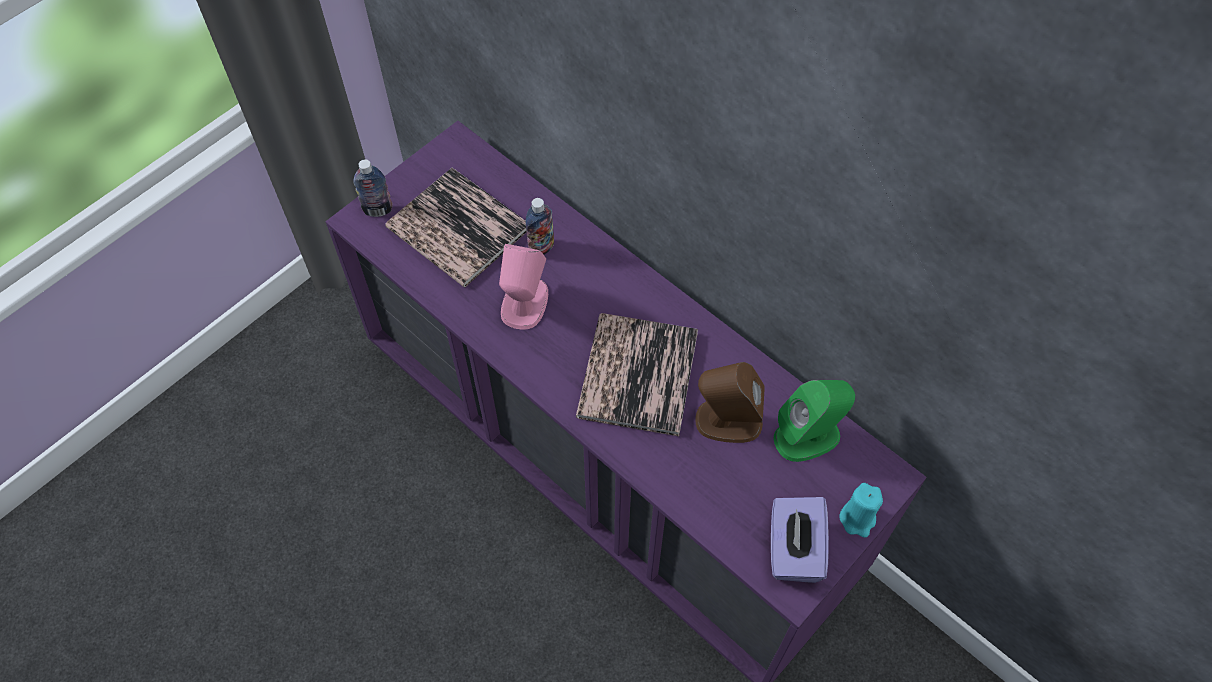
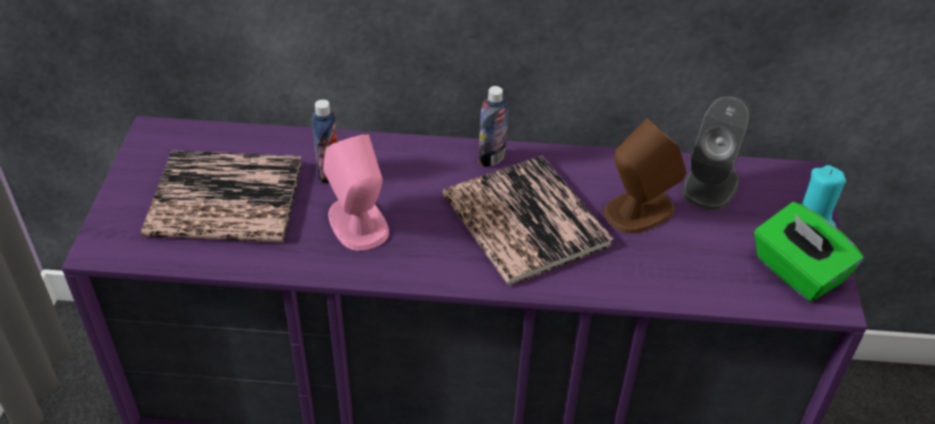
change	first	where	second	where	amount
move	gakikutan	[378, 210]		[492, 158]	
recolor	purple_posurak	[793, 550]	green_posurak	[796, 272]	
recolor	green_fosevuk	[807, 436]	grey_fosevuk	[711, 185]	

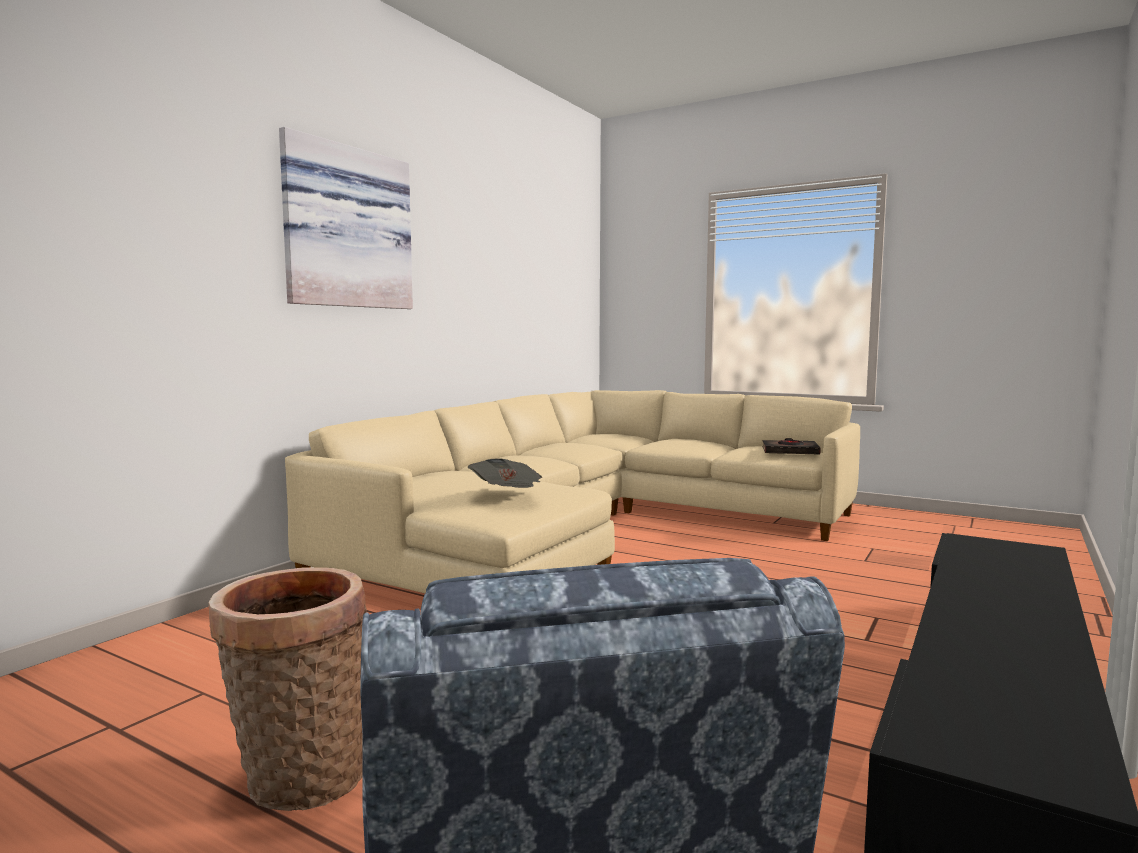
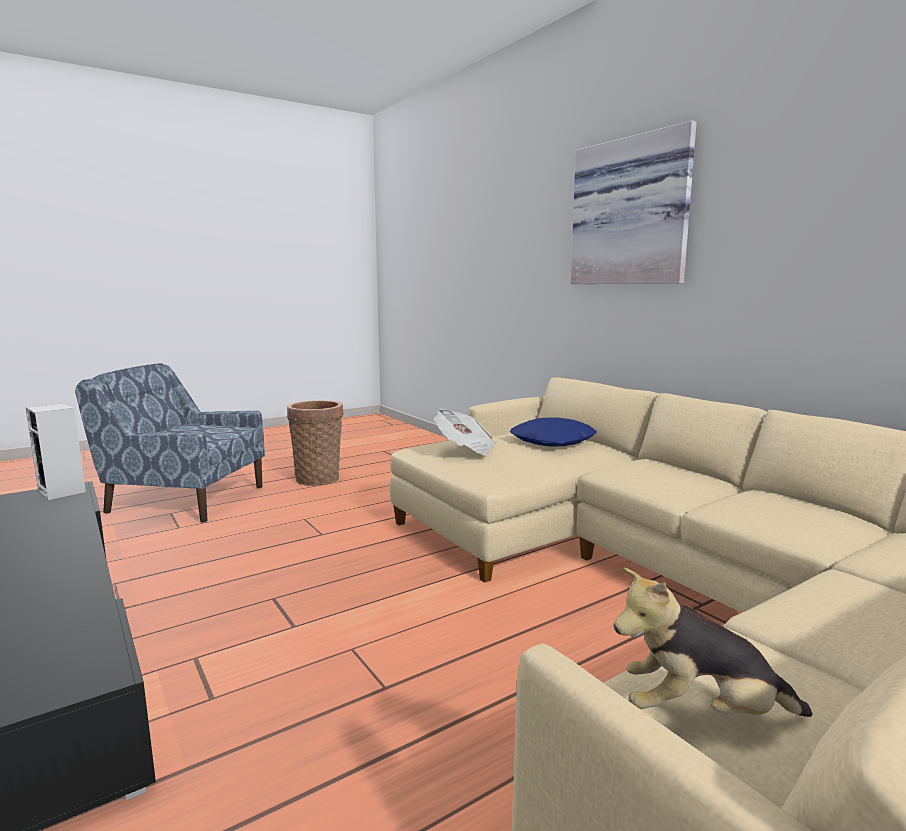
change	first	where	second	where	amount
replace	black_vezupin	[790, 452]	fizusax	[701, 713]	
insert			fosevuk	[63, 492]	
insert			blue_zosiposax	[553, 441]	

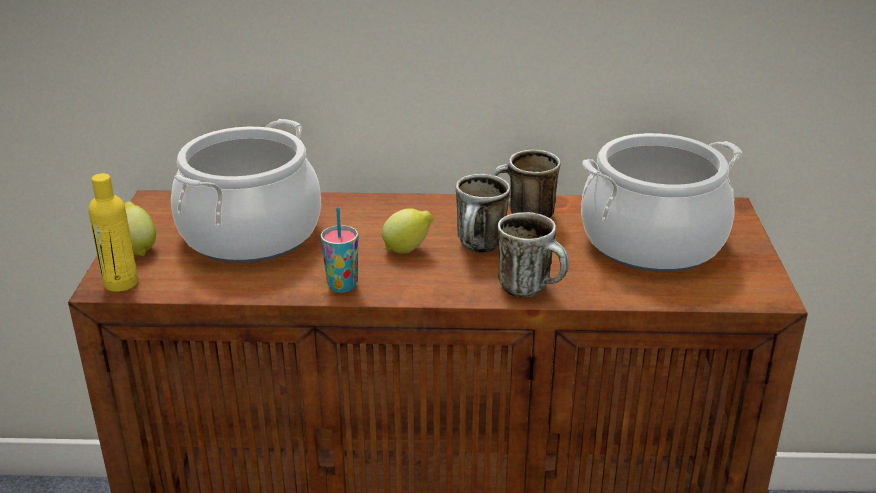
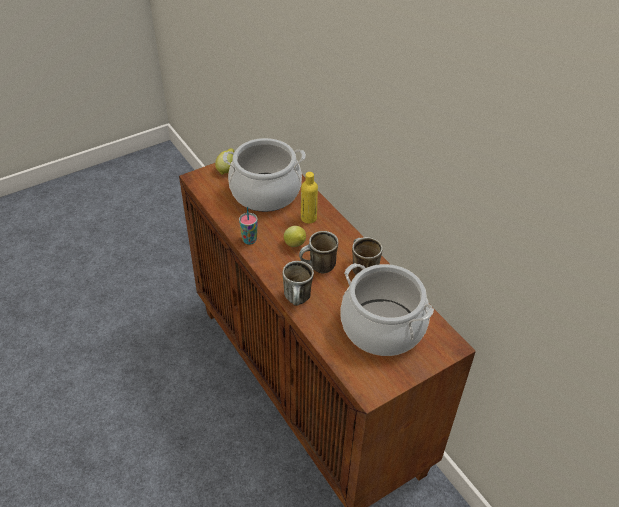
change	first	where	second	where	amount
move	yellow_gakikutan	[121, 283]		[308, 218]	

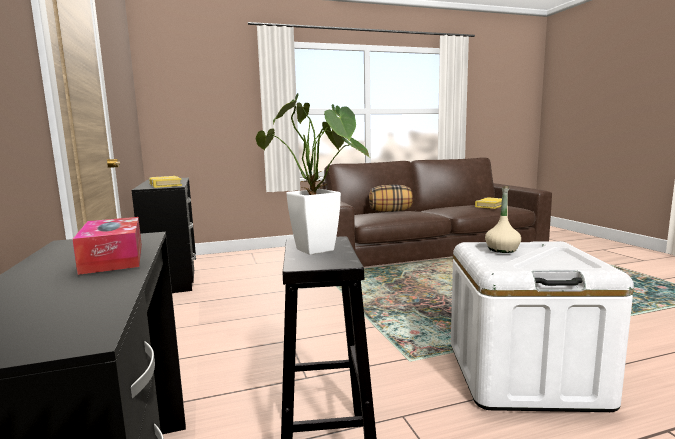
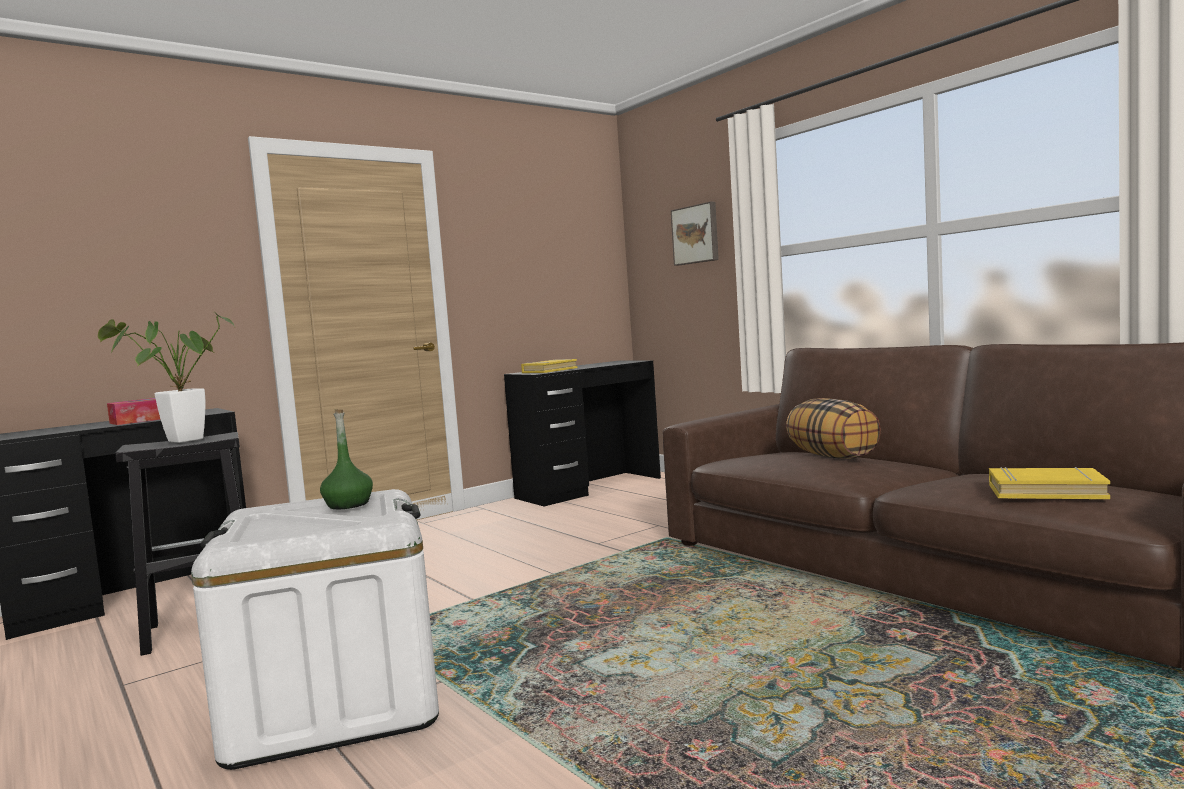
change	first	where	second	where	amount
recolor	beige_gakikutan	[502, 250]	green_gakikutan	[348, 504]	
insert			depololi	[696, 234]	

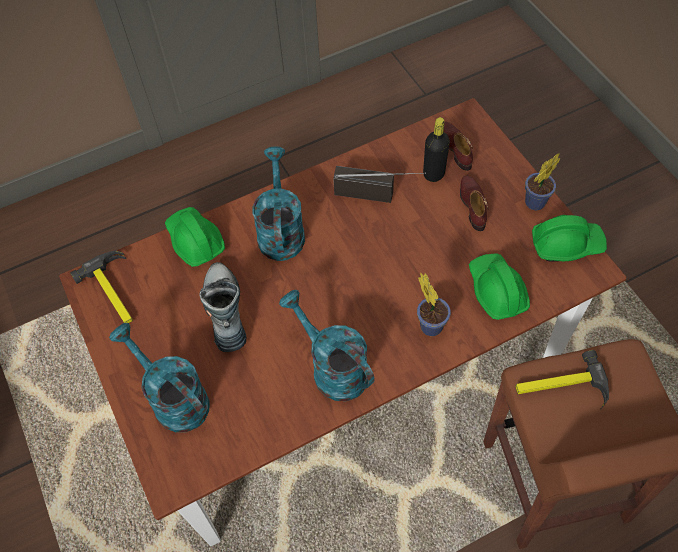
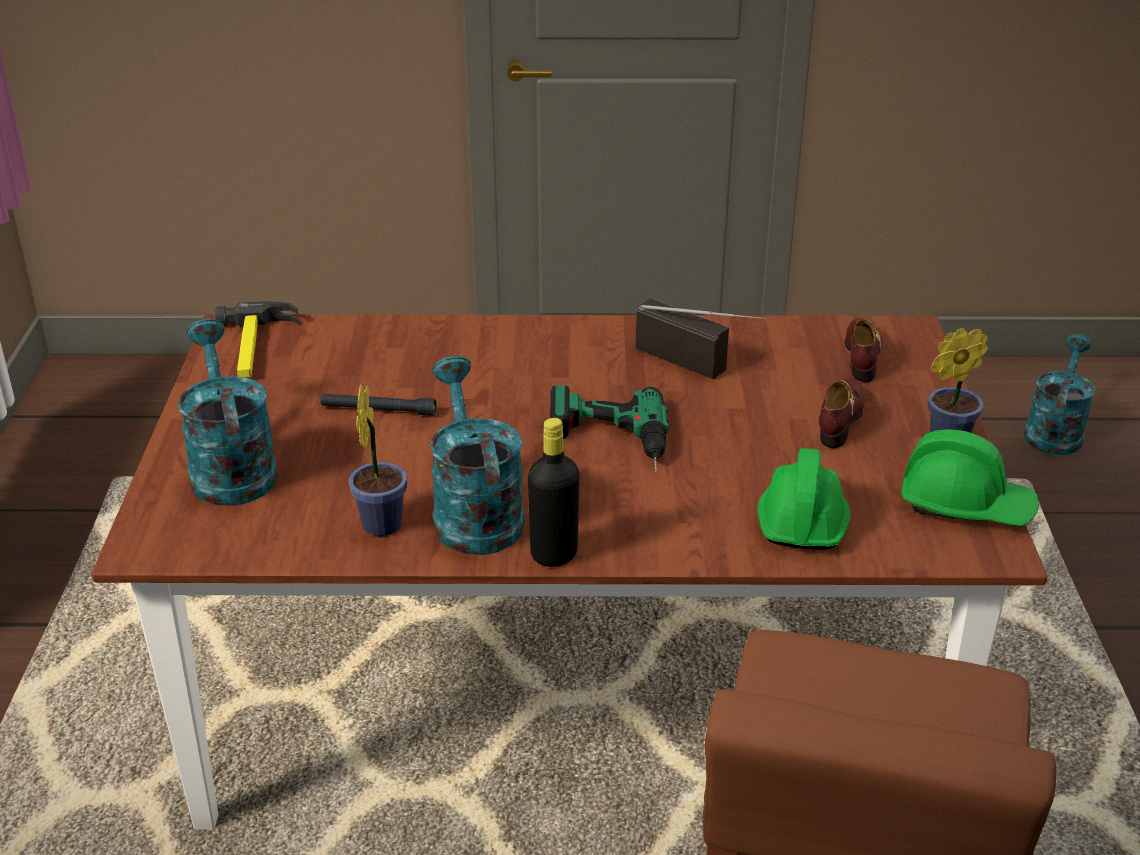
change	first	where	second	where	amount
delete	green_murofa	[195, 241]			
replace	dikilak	[225, 312]	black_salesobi	[378, 410]	
move	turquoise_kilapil	[280, 230]		[1054, 431]	
move	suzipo	[429, 324]		[383, 521]	
move	black_gakikutan	[433, 174]		[554, 554]	
delete	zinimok	[560, 388]			
insert			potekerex	[609, 443]	

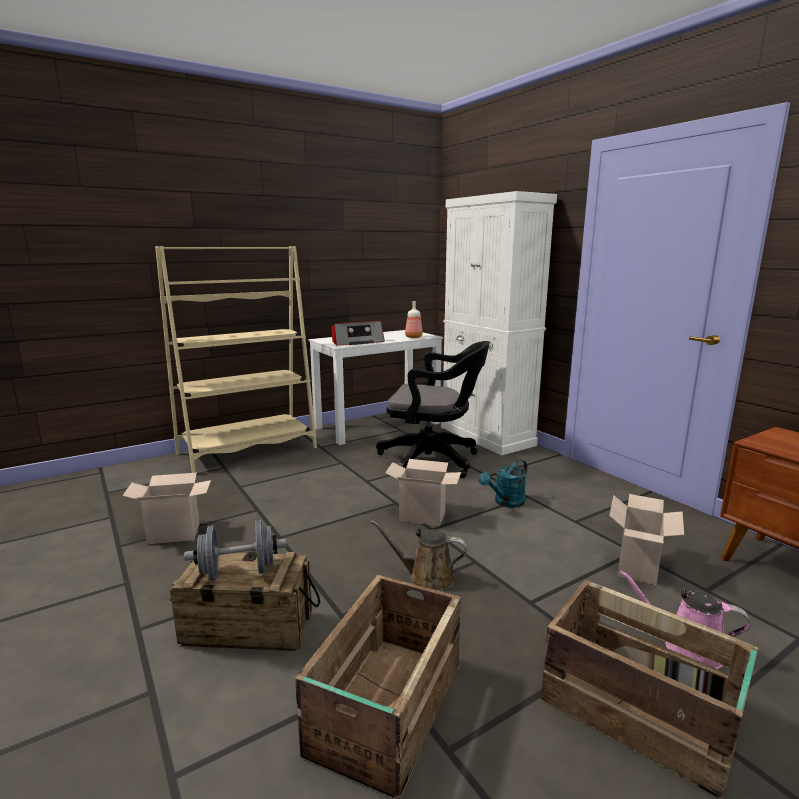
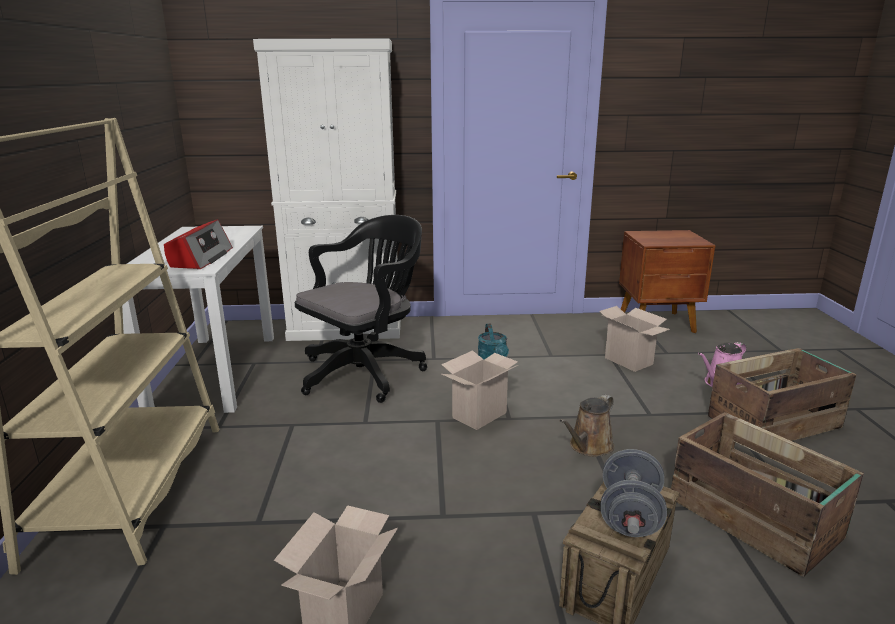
change	first	where	second	where	amount
delete	gakikutan	[413, 337]			

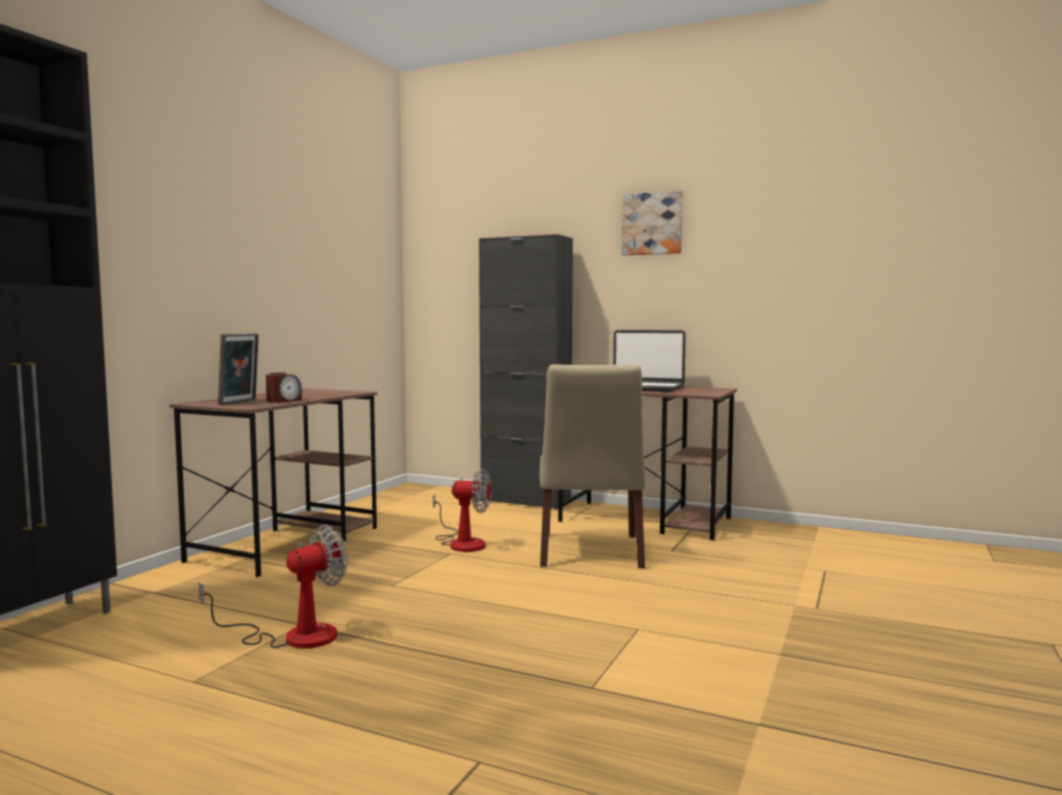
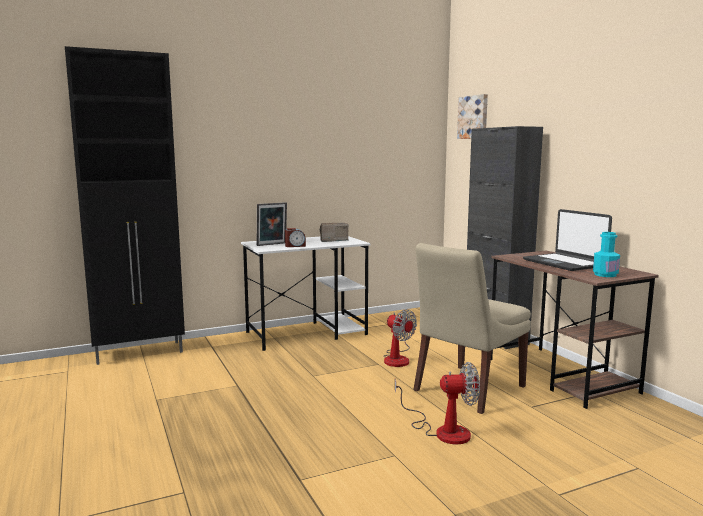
change	first	where	second	where	amount
recolor	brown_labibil	[287, 543]	white_labibil	[307, 333]	
move	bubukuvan	[293, 636]		[443, 430]	
move	depololi	[652, 224]		[473, 117]	
insert			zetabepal	[332, 240]	
insert			turquoise_gakikutan	[605, 275]	

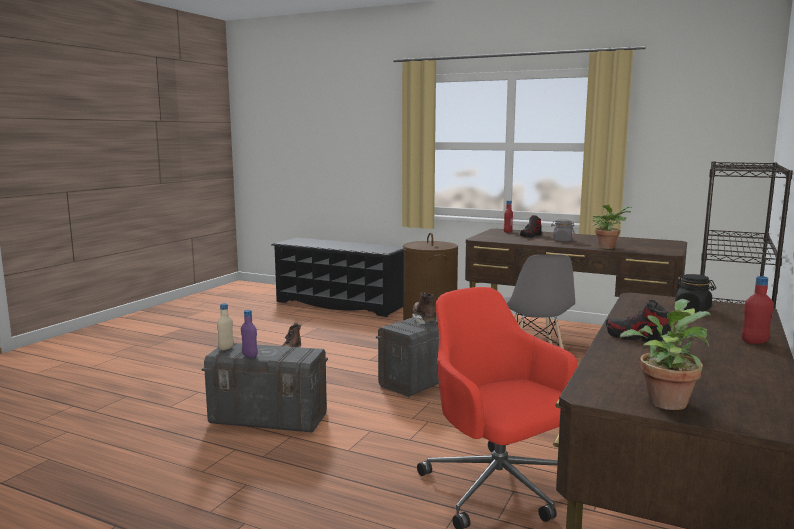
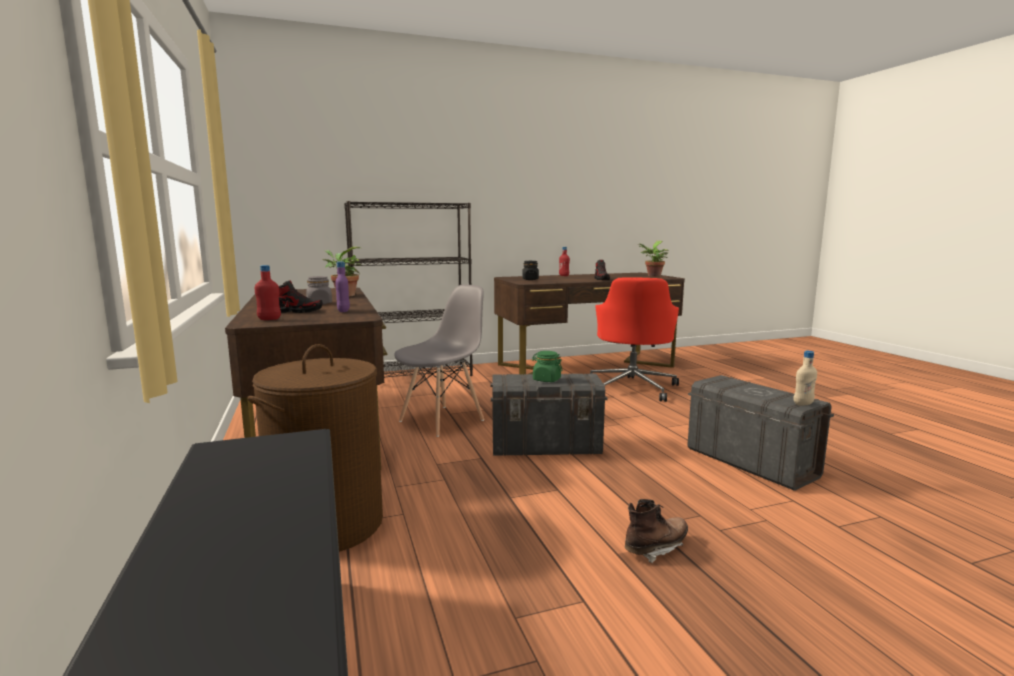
change	first	where	second	where	amount
move	purple_gakikutan	[249, 356]		[343, 311]	
replace	brown_dikilak	[424, 320]	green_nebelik	[546, 380]	

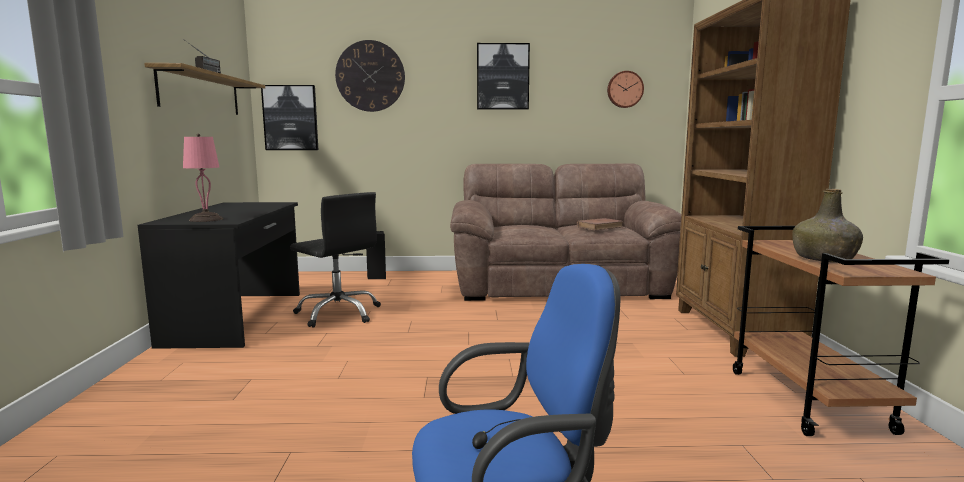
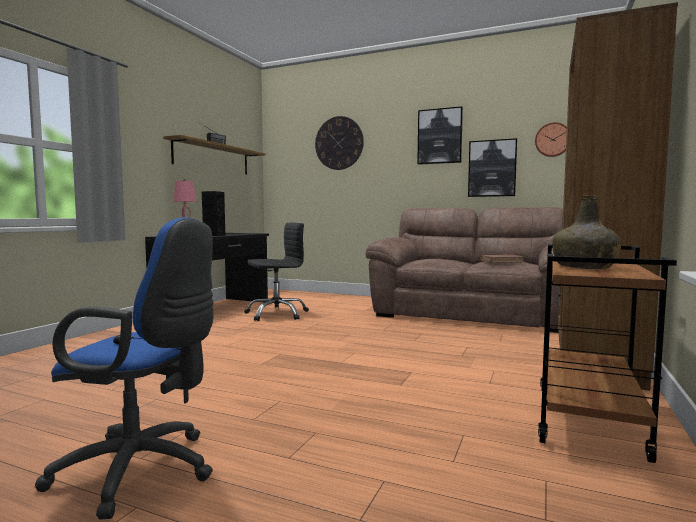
change	first	where	second	where	amount
move	depololi	[290, 118]		[492, 168]	
rotate	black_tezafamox	[338, 313]		[277, 314]	90 degrees counterclockwise
move	black_fosevuk	[376, 277]		[213, 235]	

